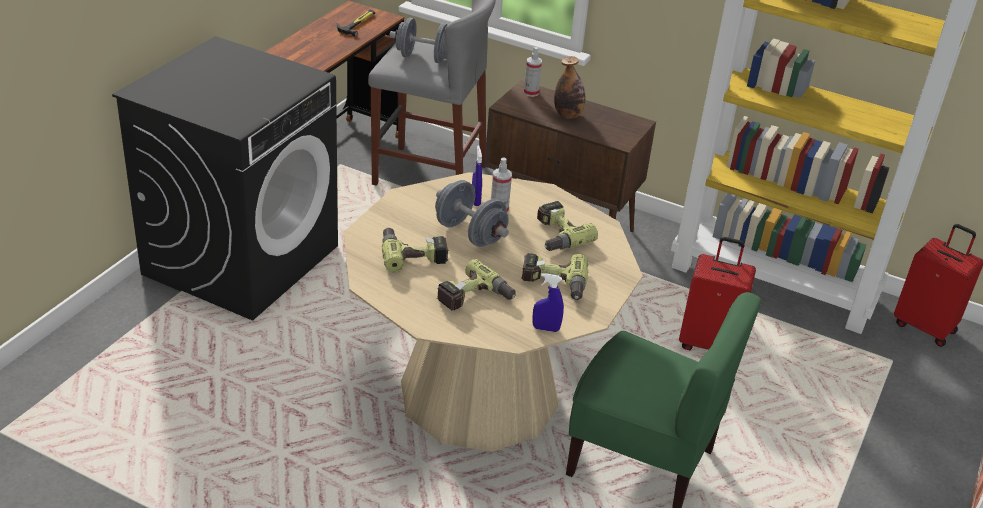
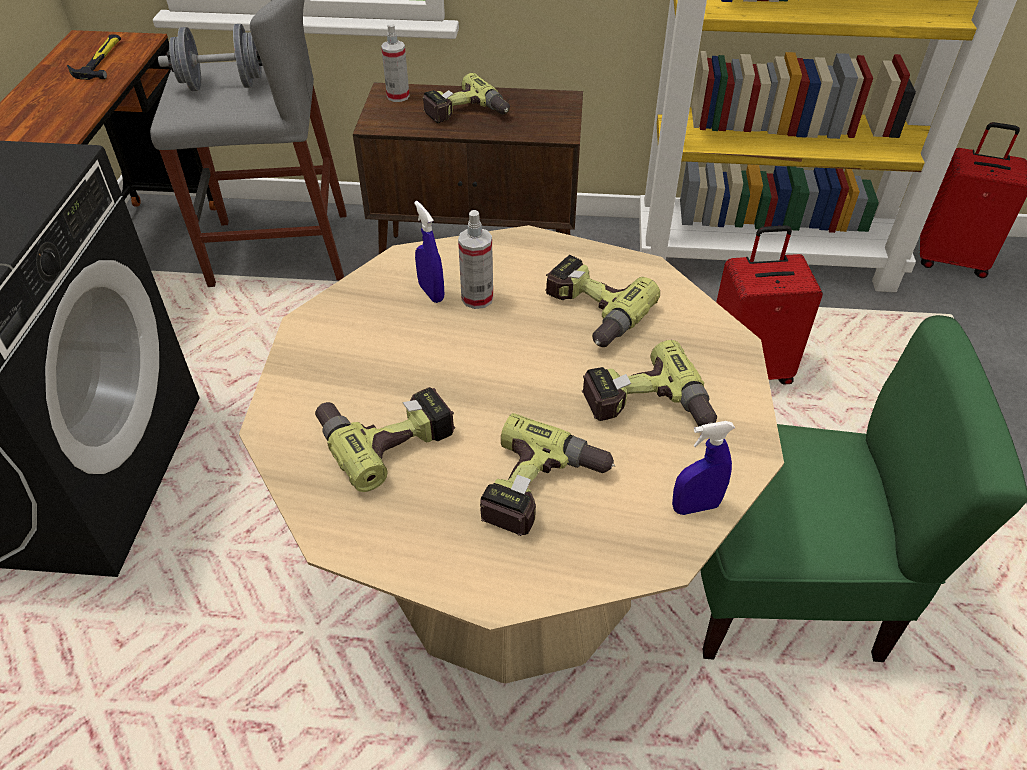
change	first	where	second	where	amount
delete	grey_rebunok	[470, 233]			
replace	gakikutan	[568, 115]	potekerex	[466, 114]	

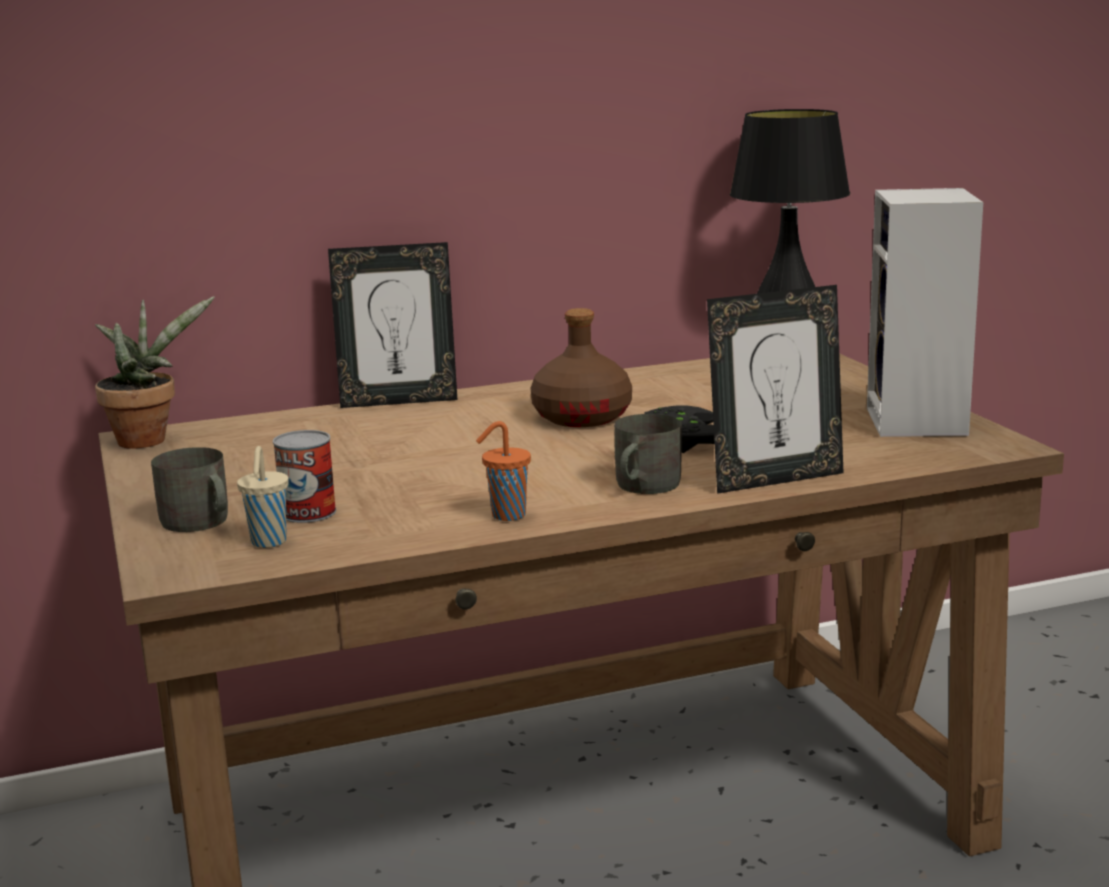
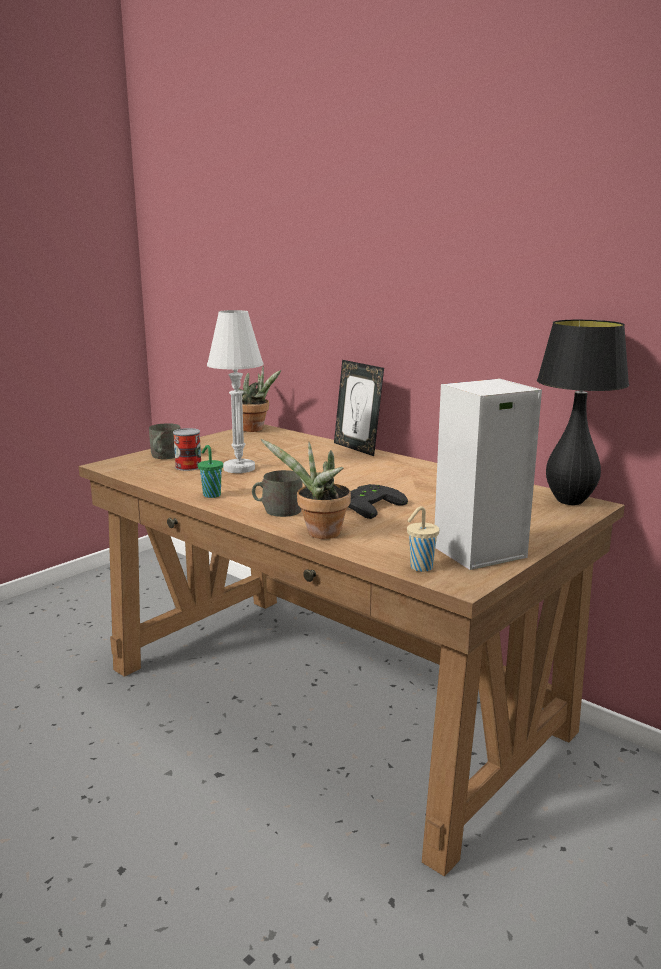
change	first	where	second	where	amount
move	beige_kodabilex	[268, 543]		[420, 568]	
recolor	orange_kodabilex	[506, 515]	green_kodabilex	[211, 495]	
delete	brown_gakikutan	[582, 417]			
replace	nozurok	[775, 479]	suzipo	[319, 534]	
insert			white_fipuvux	[239, 468]	

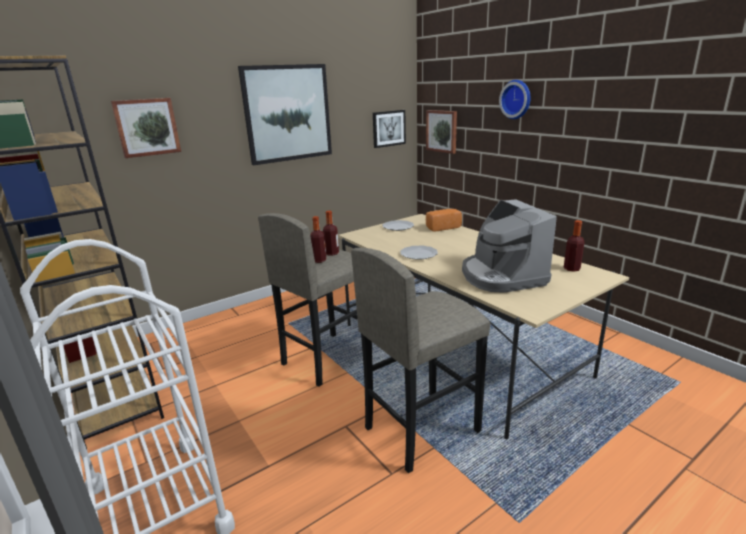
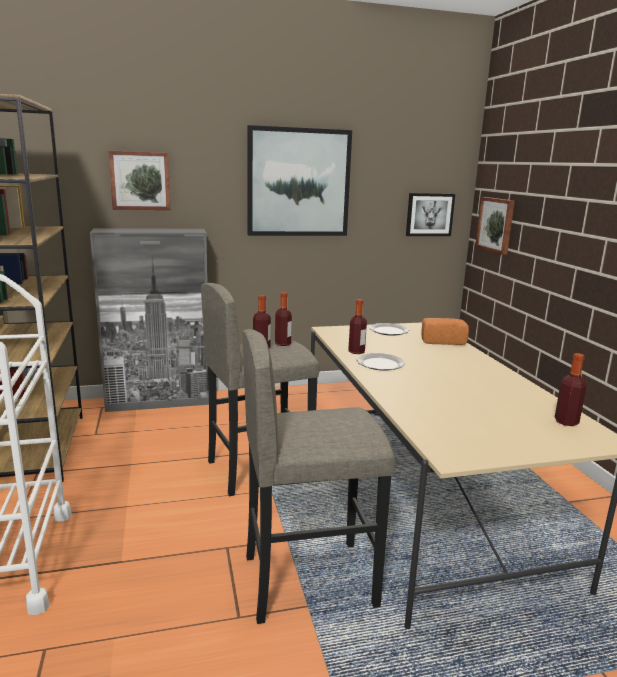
change	first	where	second	where	amount
delete	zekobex	[501, 276]			
delete	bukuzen	[516, 99]			
insert			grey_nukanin	[159, 401]	
insert			gakikutan	[356, 352]	

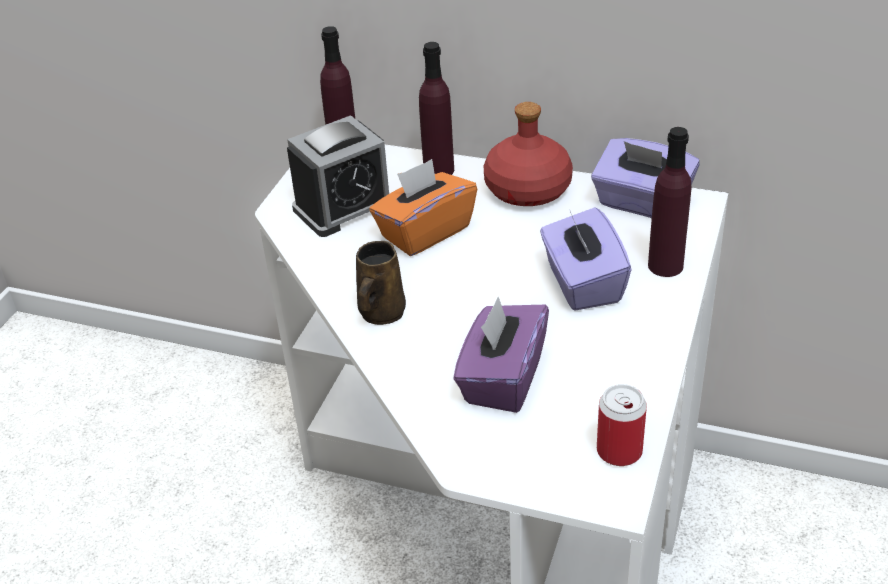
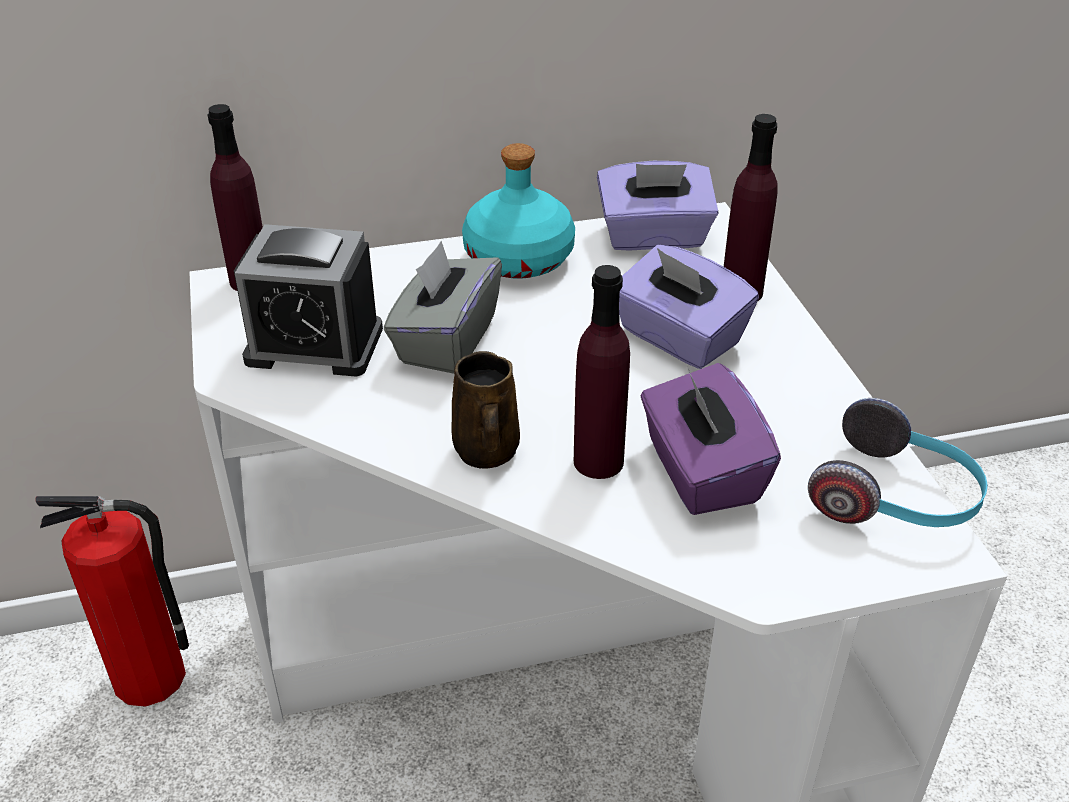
change	first	where	second	where	amount
rotate	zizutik	[344, 207]		[314, 345]	75 degrees clockwise
recolor	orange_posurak	[425, 232]	grey_posurak	[446, 341]	
move	purple_gakikutan	[438, 170]		[598, 461]	
recolor	red_gakikutan	[527, 190]	turquoise_gakikutan	[519, 259]	
replace	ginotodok	[619, 451]	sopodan	[896, 499]	
insert			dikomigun	[151, 677]	

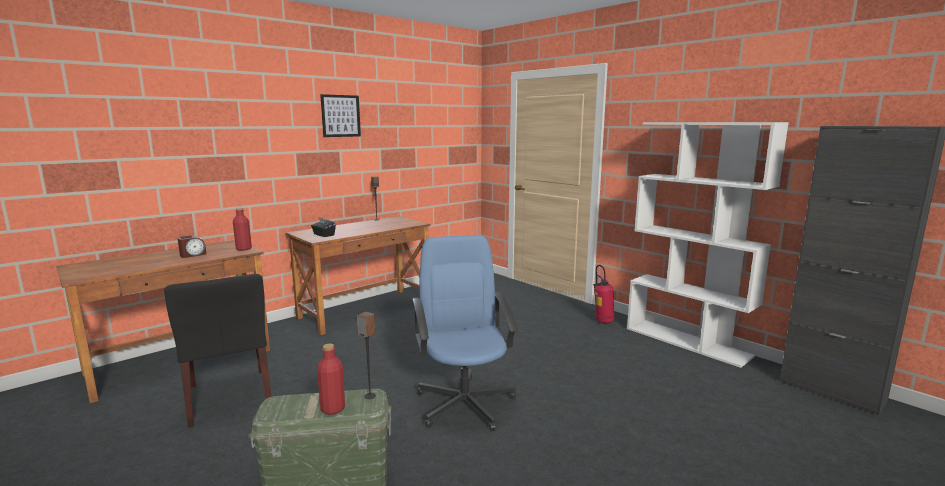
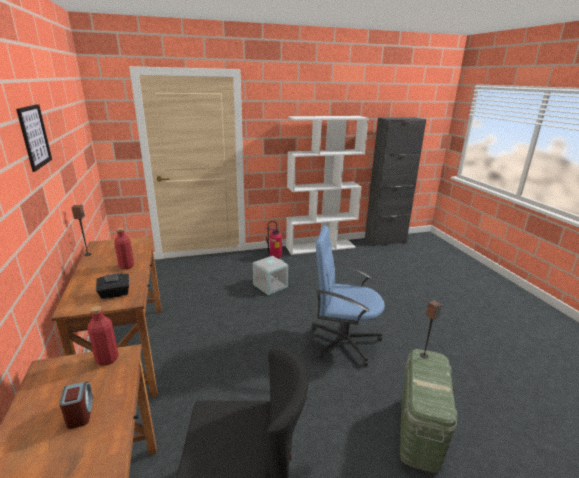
change	first	where	second	where	amount
move	red_gakikutan	[333, 408]		[126, 266]	
insert			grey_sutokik	[270, 285]	

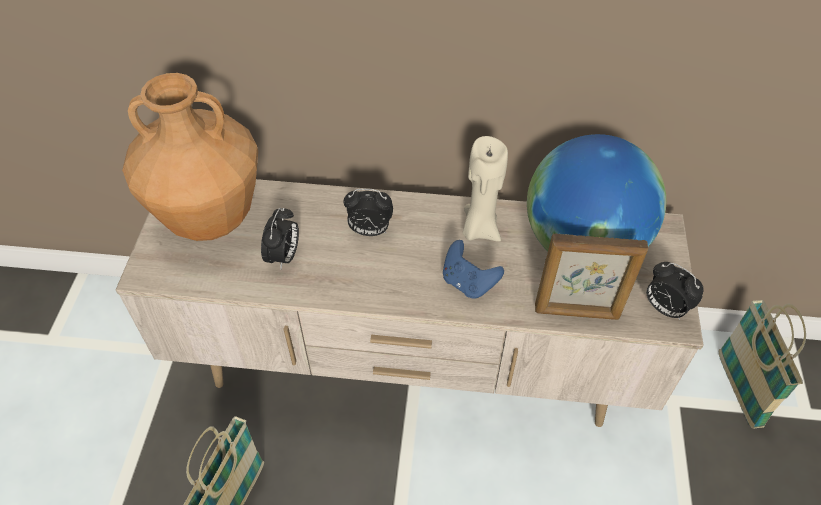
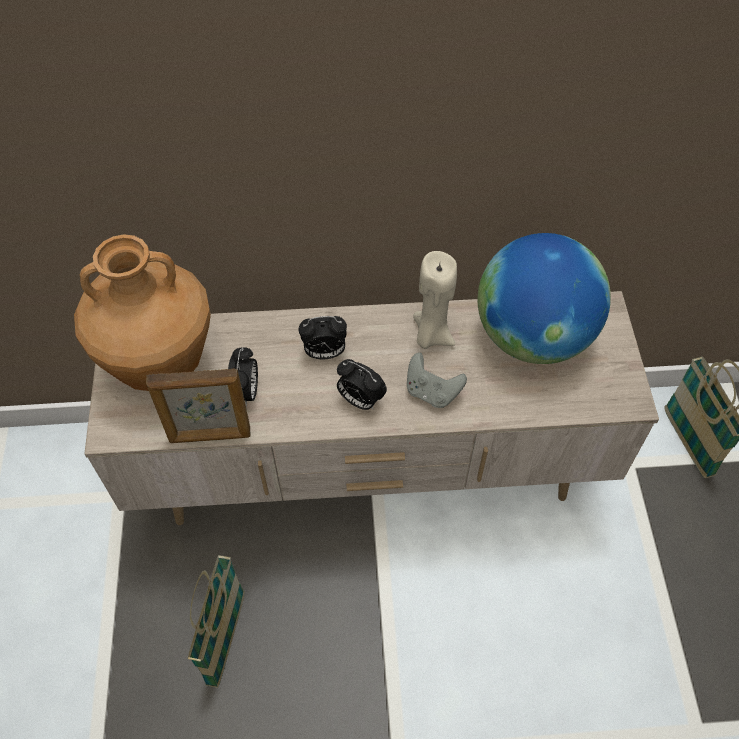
change	first	where	second	where	amount
recolor	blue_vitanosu	[468, 282]	grey_vitanosu	[432, 392]	
move	nozurok	[577, 312]		[210, 436]	
move	zizutik	[664, 308]		[360, 400]	

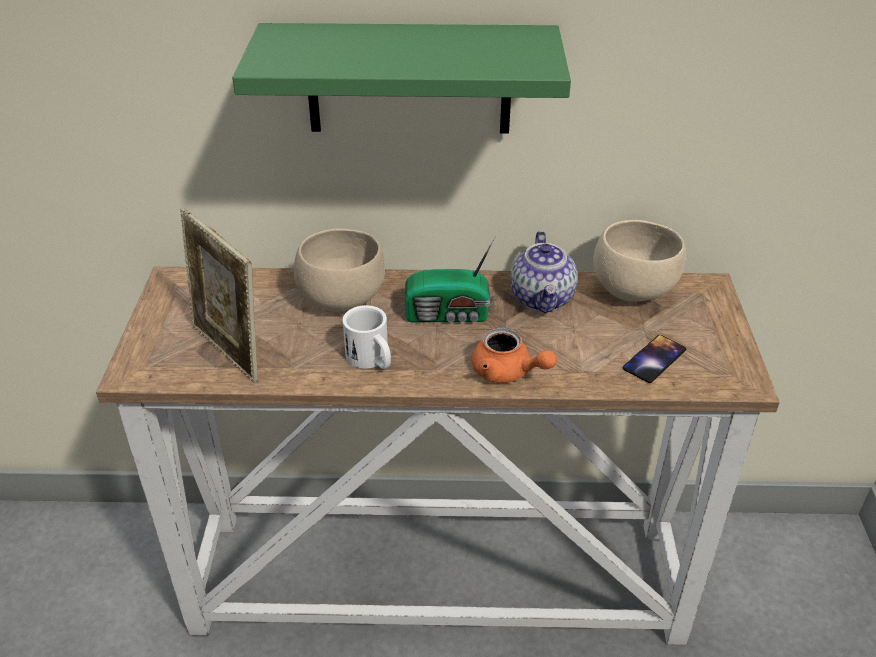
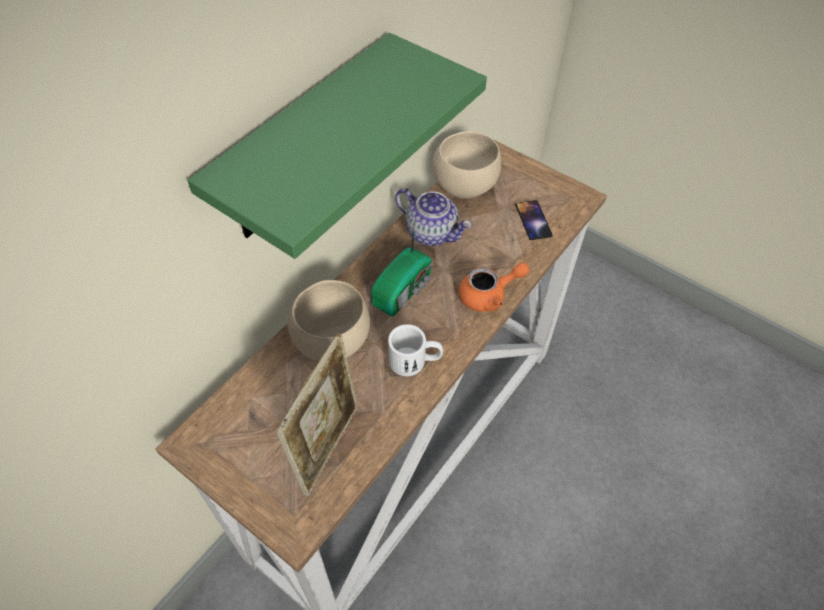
change	first	where	second	where	amount
rotate	nozurok	[229, 351]		[328, 446]	60 degrees counterclockwise

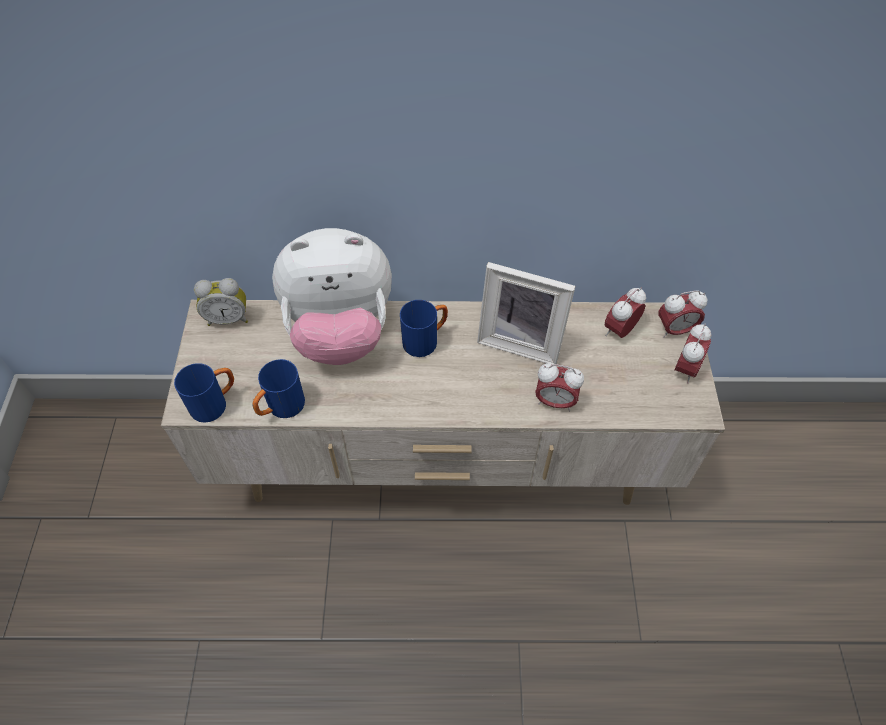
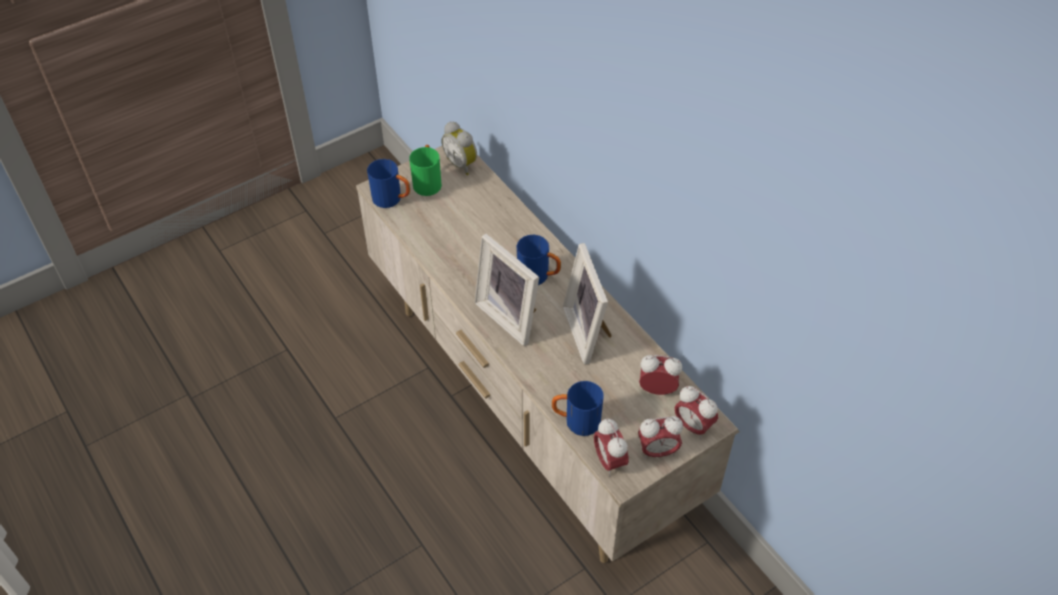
change	first	where	second	where	amount
move	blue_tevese	[281, 408]		[576, 421]	
delete	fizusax	[340, 332]			
move	zizutik	[555, 401]		[609, 461]	
insert			green_tevese	[427, 182]	
insert			nozurok	[511, 316]	

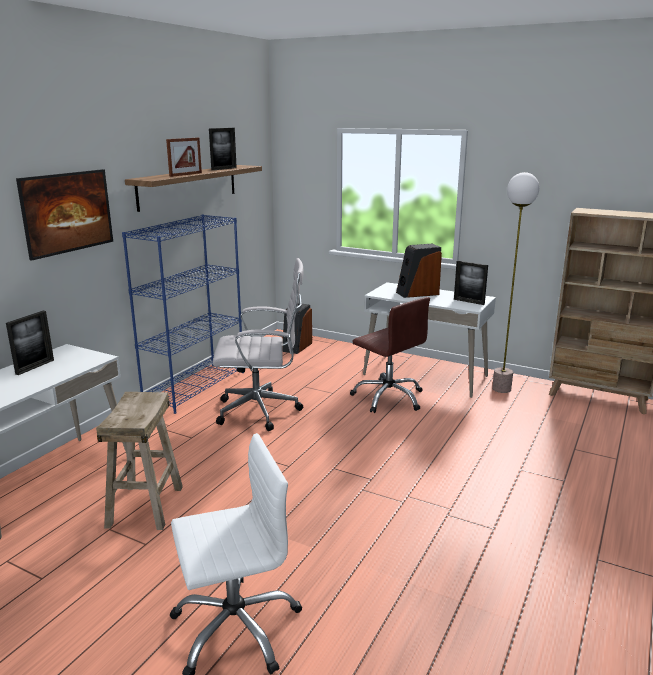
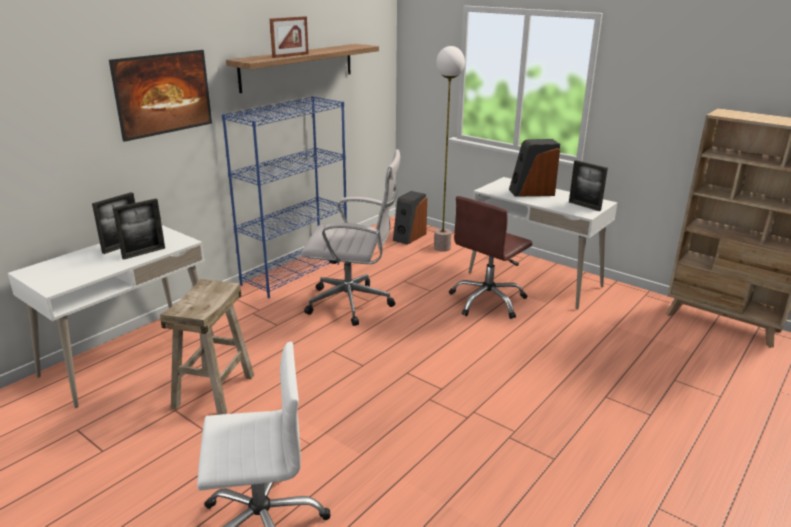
change	first	where	second	where	amount
move	nozurok	[224, 169]		[144, 253]	
rotate	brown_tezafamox	[389, 397]		[488, 301]	75 degrees clockwise
move	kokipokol	[501, 389]		[442, 248]	

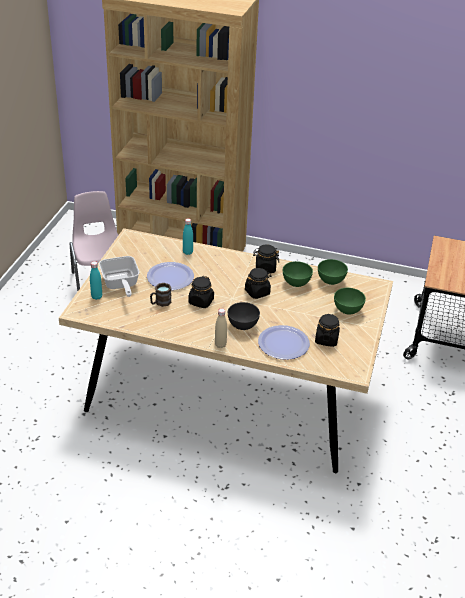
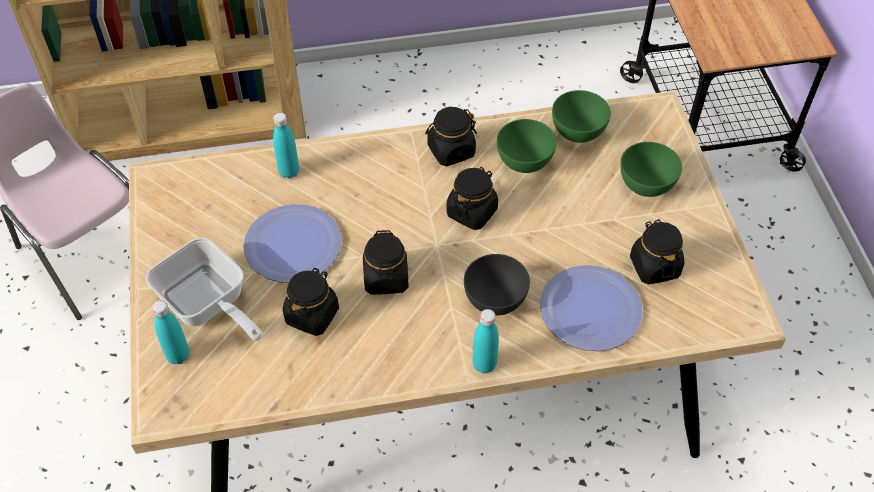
change	first	where	second	where	amount
replace	brown_tevese	[160, 303]	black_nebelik	[312, 315]	
recolor	beige_gakikutan	[220, 345]	turquoise_gakikutan	[484, 364]	

